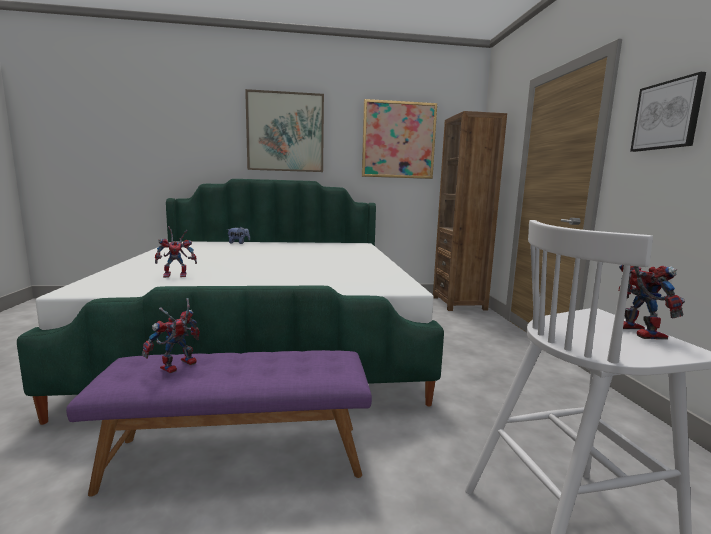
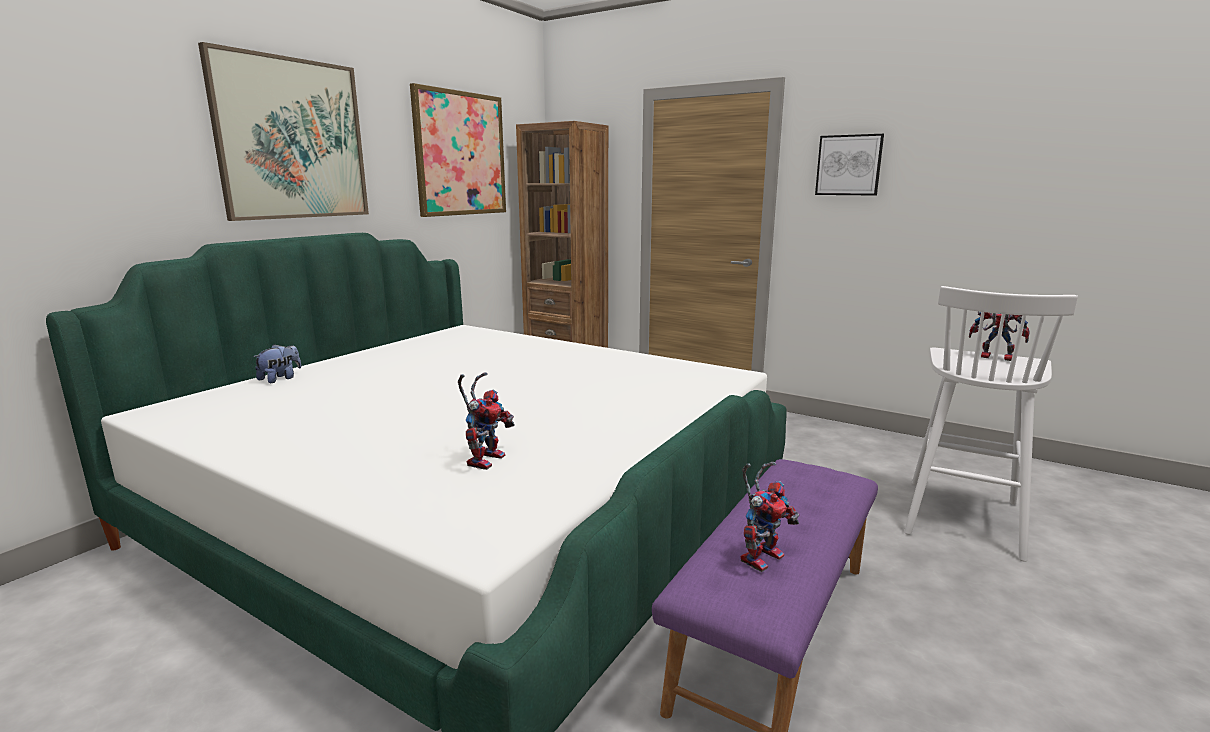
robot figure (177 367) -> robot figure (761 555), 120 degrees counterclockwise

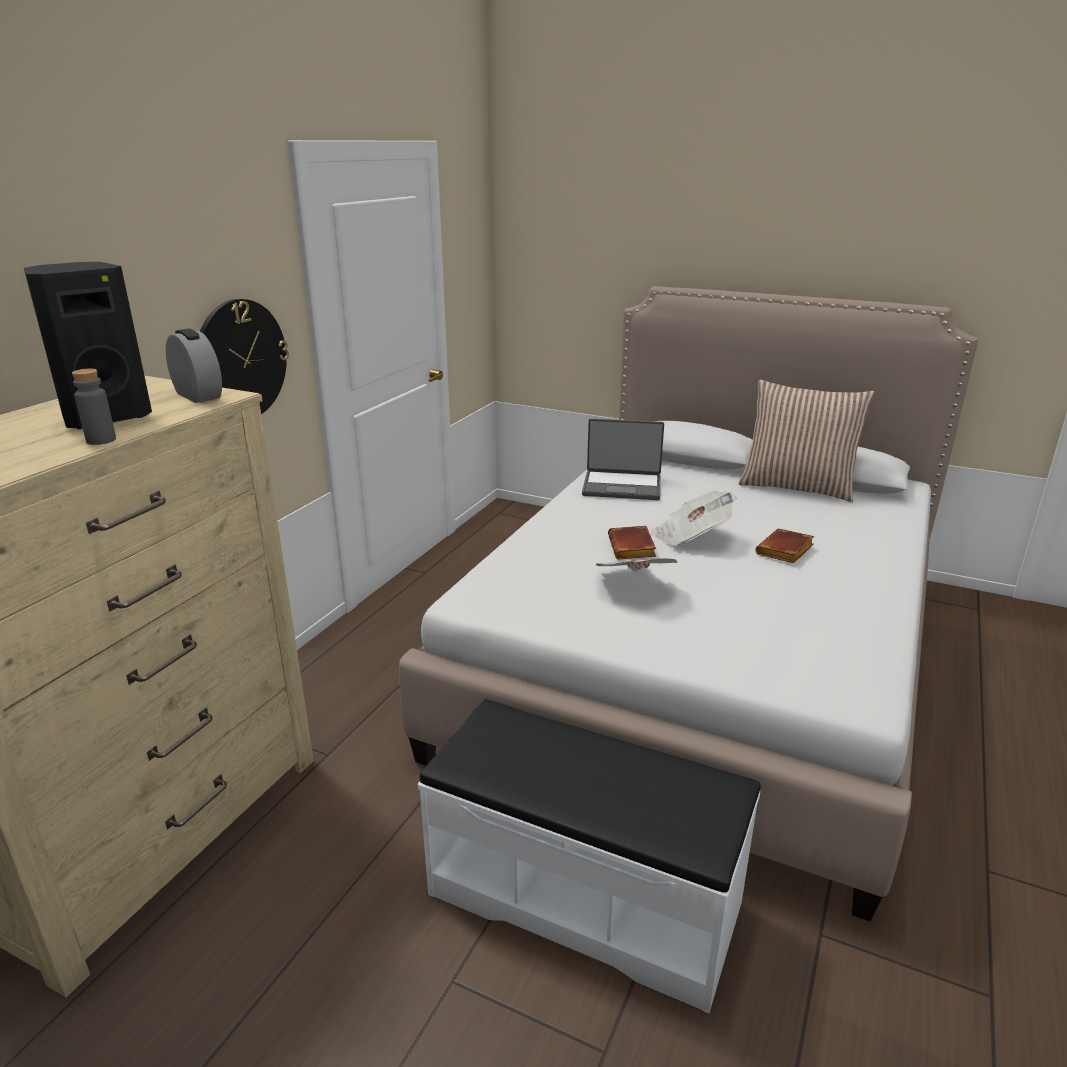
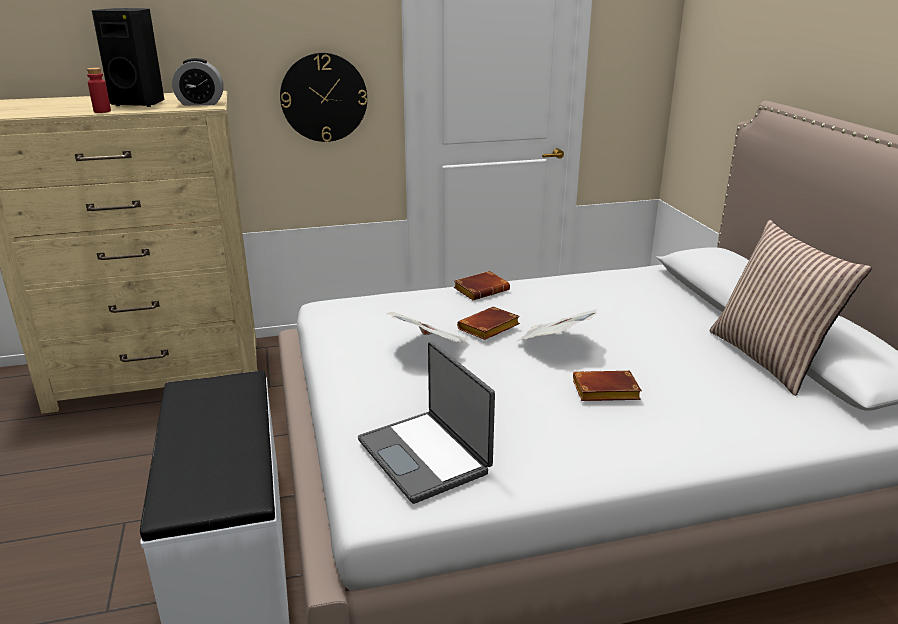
bottle (grey) (101 440) -> bottle (red-coloured) (102 111)
alarm clock (198 396) -> alarm clock (200 103), 75 degrees clockwise
laptop (622 486) -> laptop (425 456), moved
none -> book (brown) (481 289)

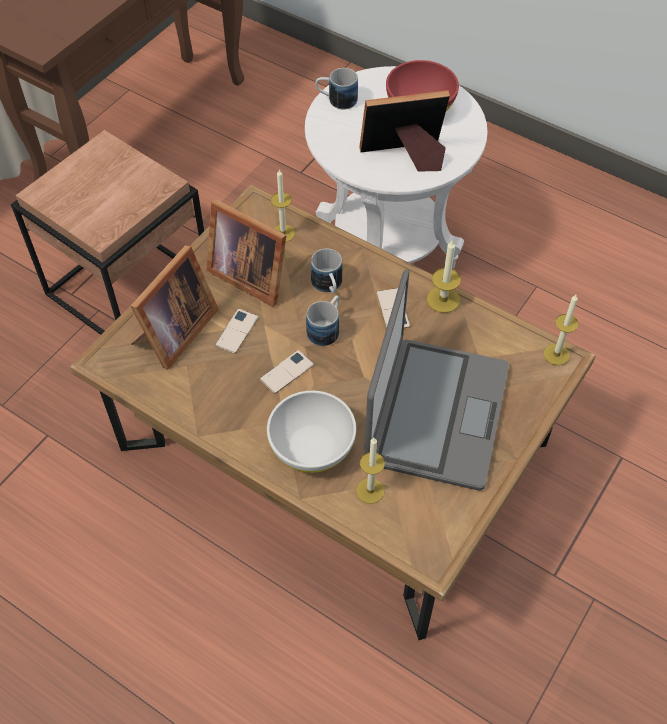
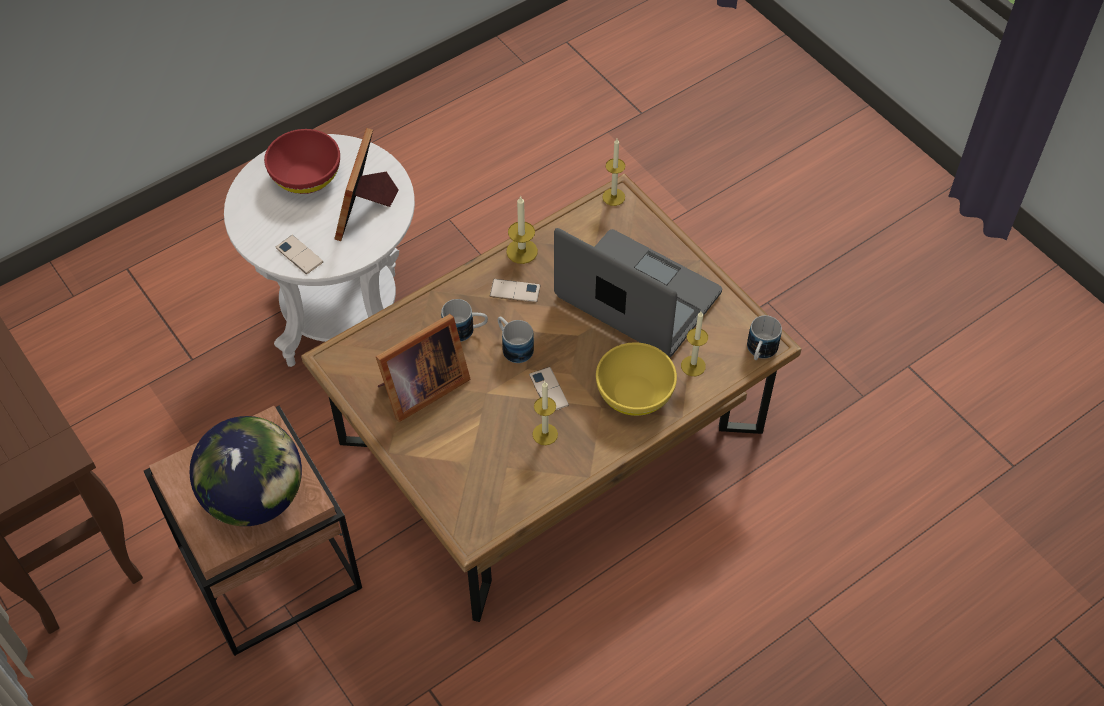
standing frame (173 333) -> none
handset (236 331) -> handset (299 255), moved
bowl (whitish) (312 446) -> bowl (yellow-coloured) (635 393)
wax candle (283 233) -> wax candle (545 434), moved
tea mug (336 100) -> tea mug (760 352), moved
none -> desk globe (255 497)

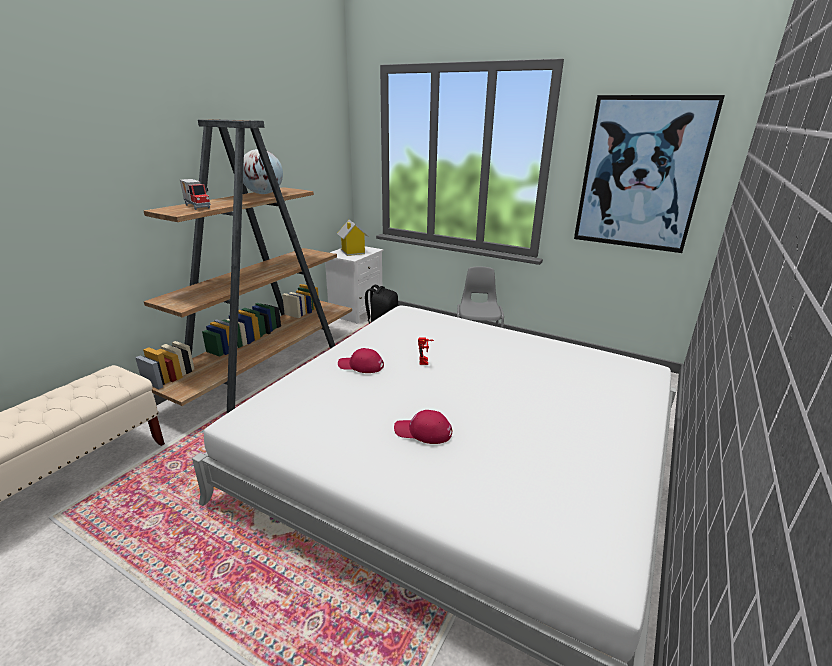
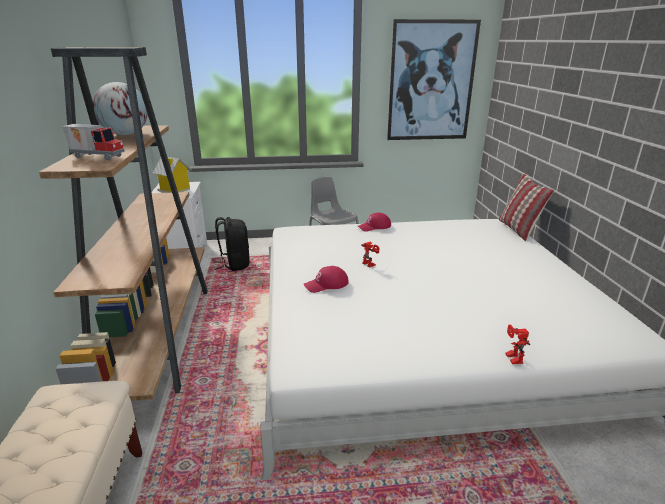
cap (red-coloured) (423 432) -> cap (red-coloured) (374 226), moved
none -> throw pillow (518 229)
none -> robot figure (511 357)

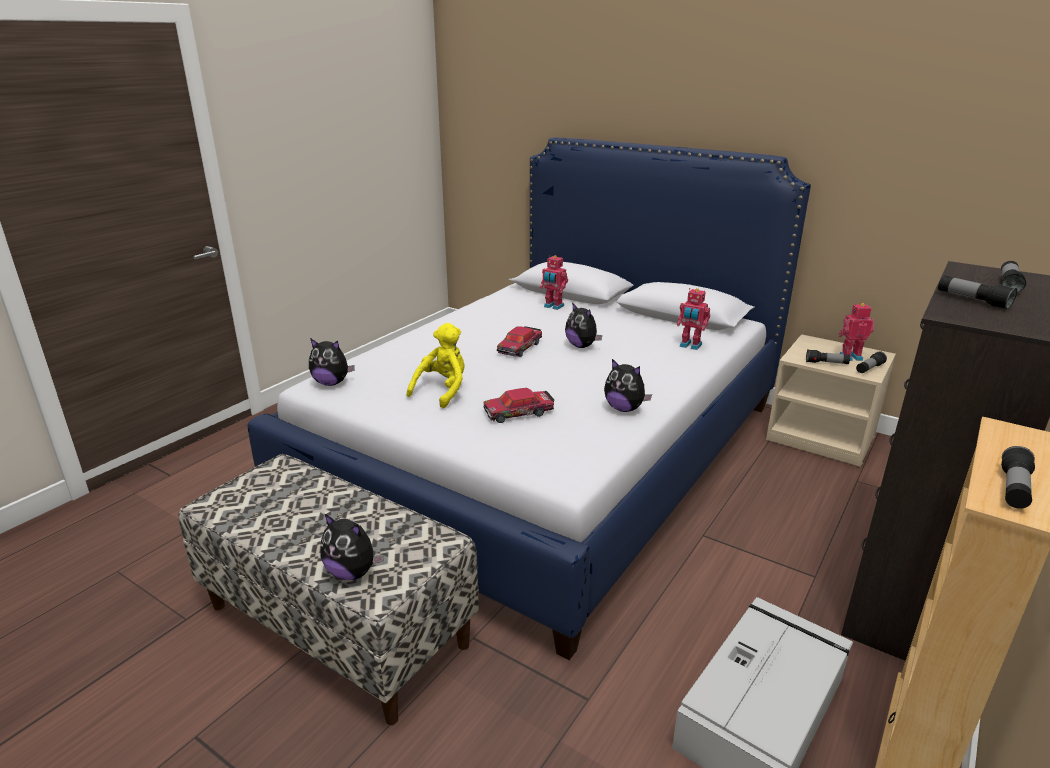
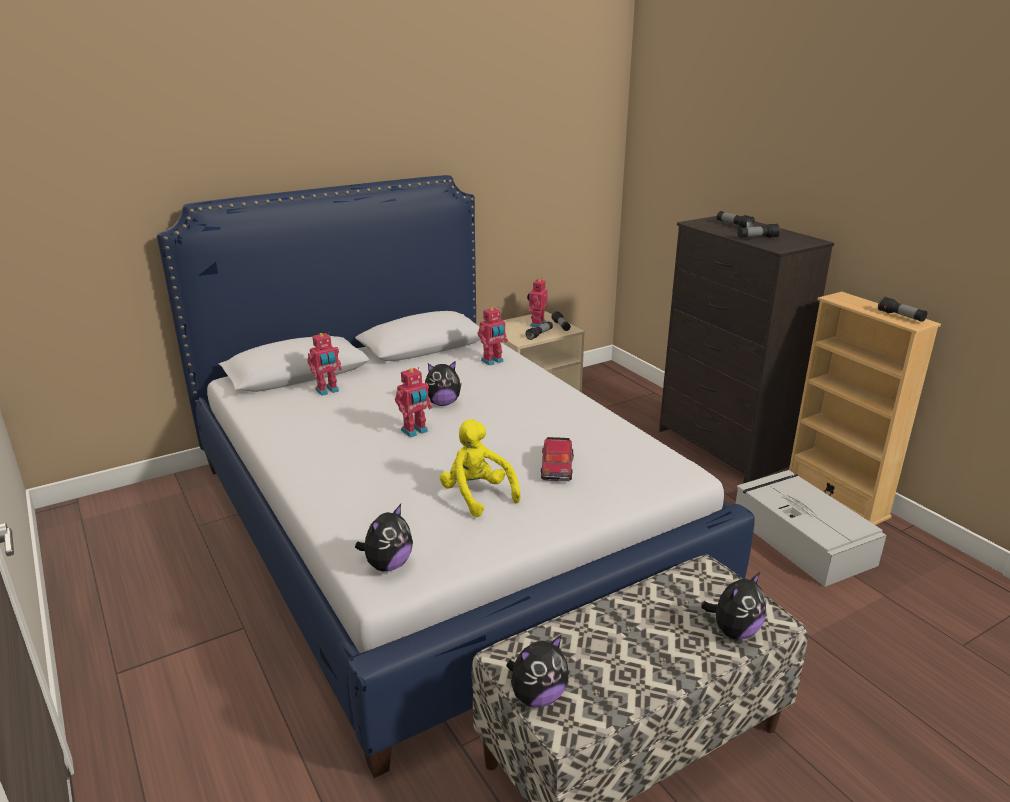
model car (520 347) -> robot figure (415 431)
plush toy (624 408) -> plush toy (537 696), moved

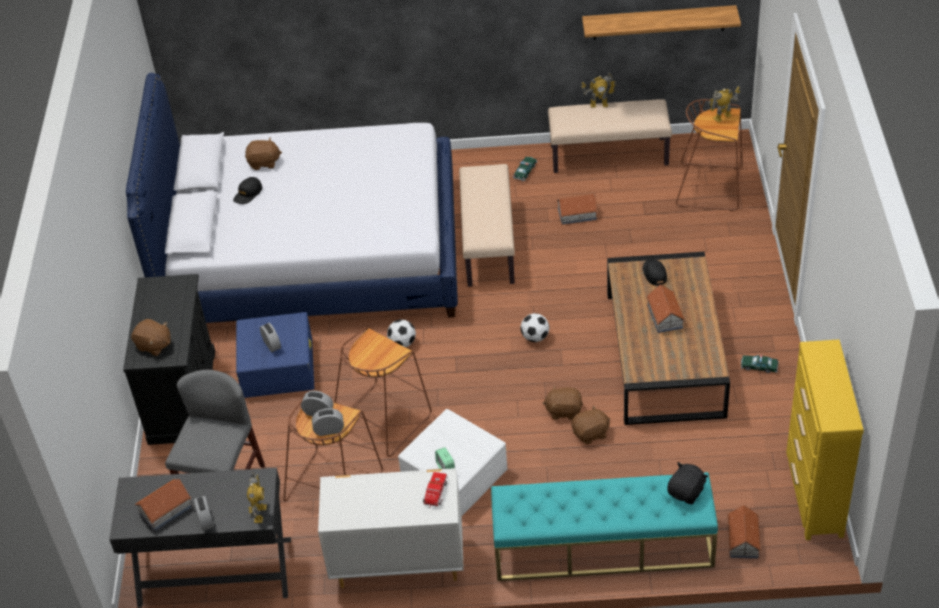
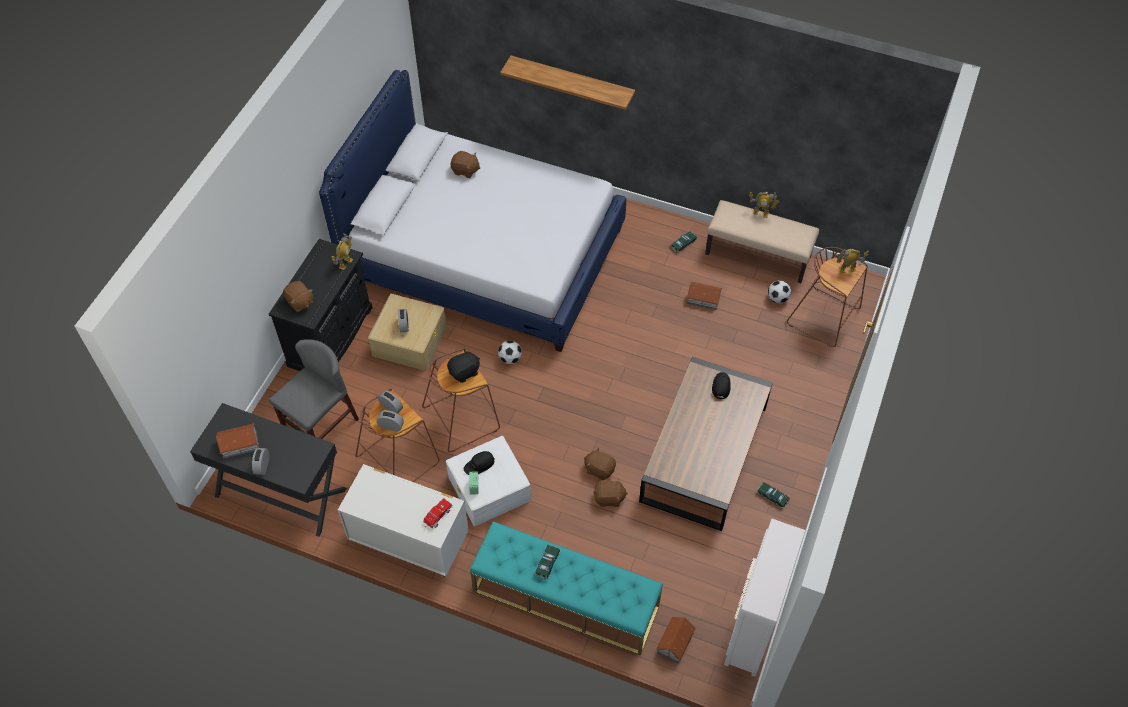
cap (blackish) (248 194) -> cap (blackish) (479 465), moved
storage container (bluish) (278 366) -> storage container (sand-coloured) (410 340)
robot figure (259 513) -> robot figure (345 263), moved
indoor bench (sand-coloured) (487 243) -> none
ball for football (535 337) -> ball for football (777 298), moved
wall shelf (658 22) -> wall shelf (572 81), moved
toy house (665 317) -> none
plush toy (blackish) (686 492) -> plush toy (blackish) (464 372), moved
dresser (yellow-coloured) (814 494) -> dresser (whitish) (753 628)
none -> model car (547 563)

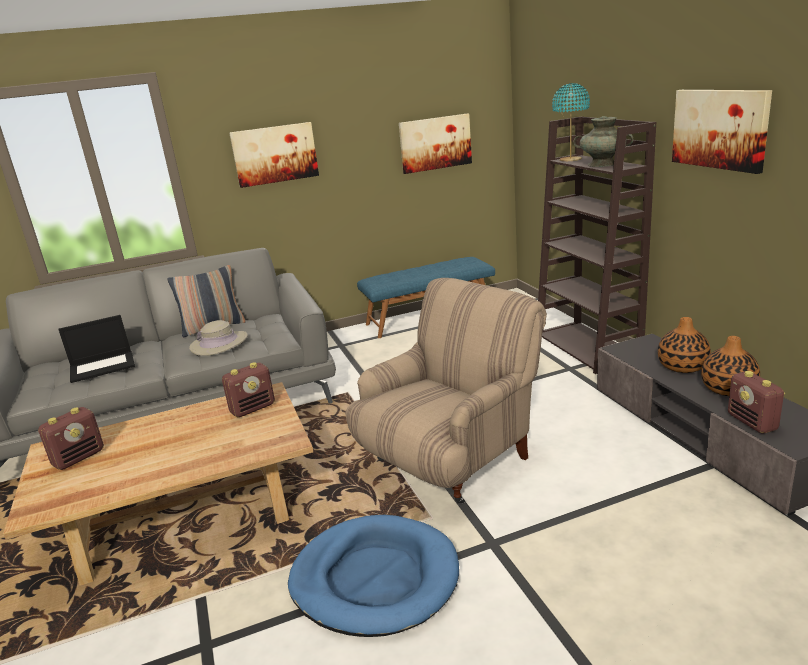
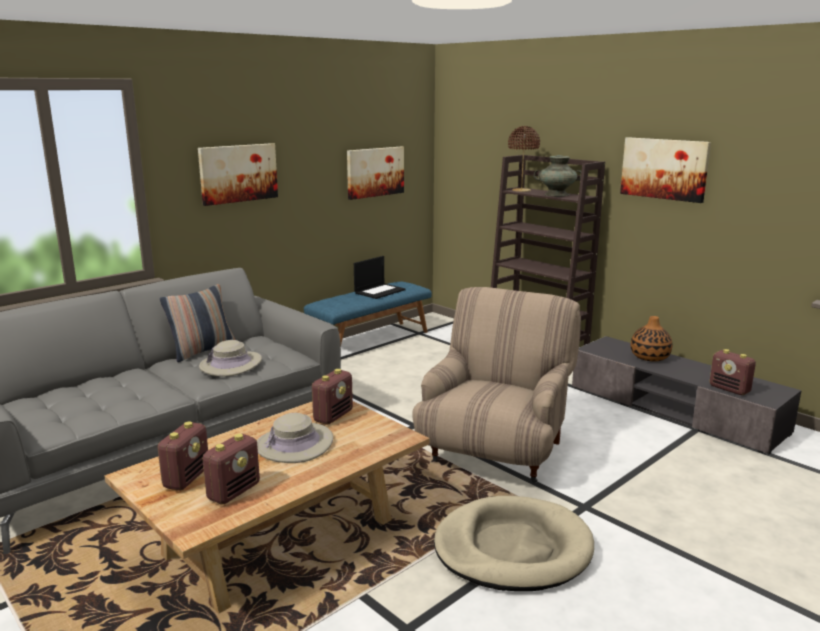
laptop (103 366) -> laptop (379 291), moved
pet bed (bluish) (375 578) -> pet bed (sand-coloured) (512 549)
table lamp (turquoise) (570 160) -> table lamp (brown) (521 191)
vase (728 389) -> none
none -> radio (234 491)
none -> hat (sand-coloured) (294 444)

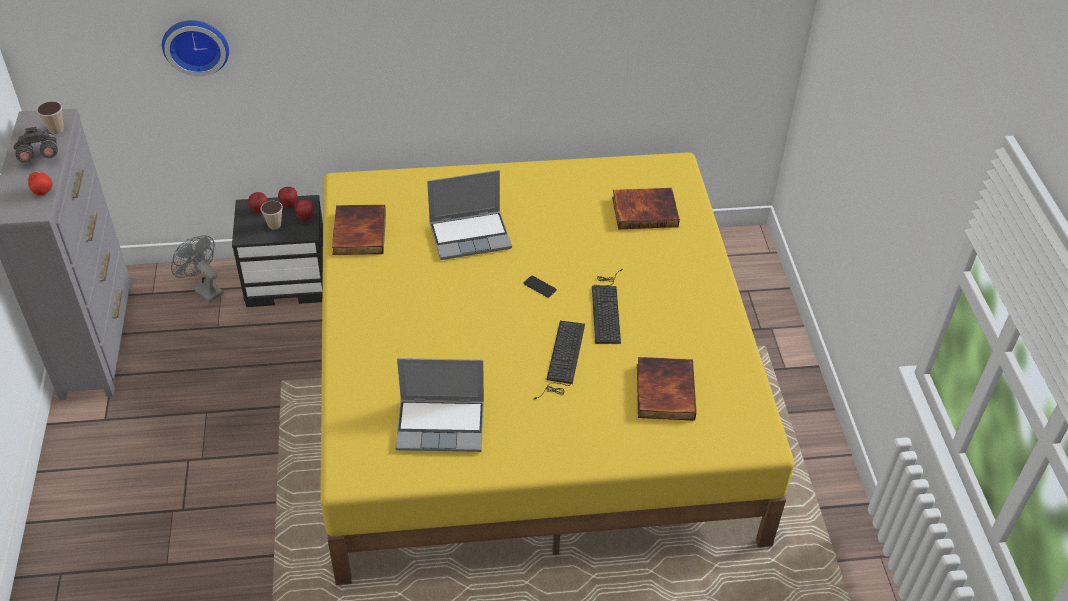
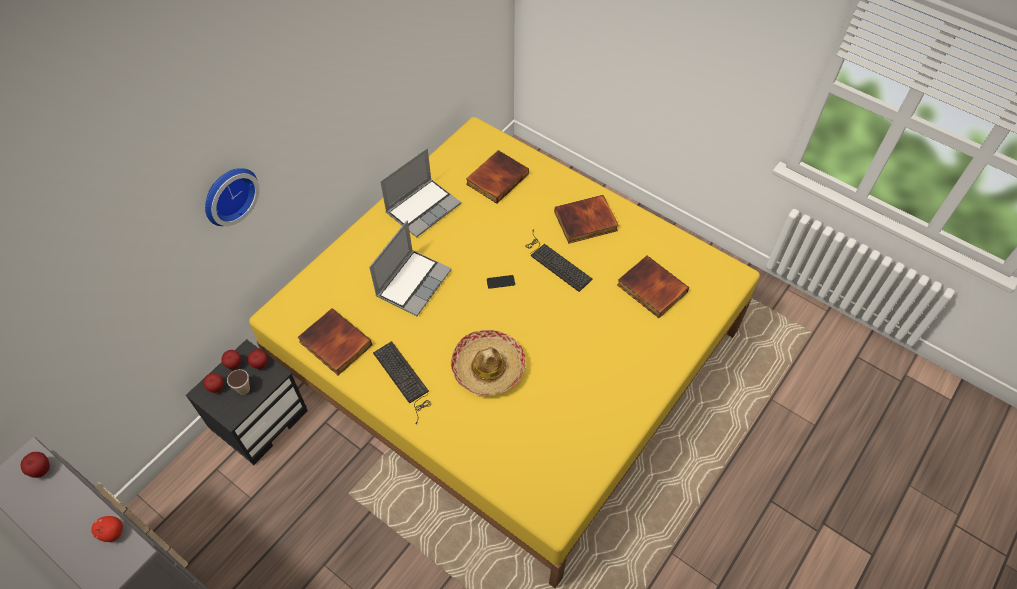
field glasses (grey) (39 156) -> none
small cup (56 129) -> apple fruit (42 470)
clock on the wall (196 45) -> clock on the wall (228 194), moved
electric fan (grey) (204 289) -> none
laptop (442 425) -> laptop (423 208), moved
keyboard (562 360) -> keyboard (404 379), moved
none -> hat (488 367)
none -> book (585 222)

